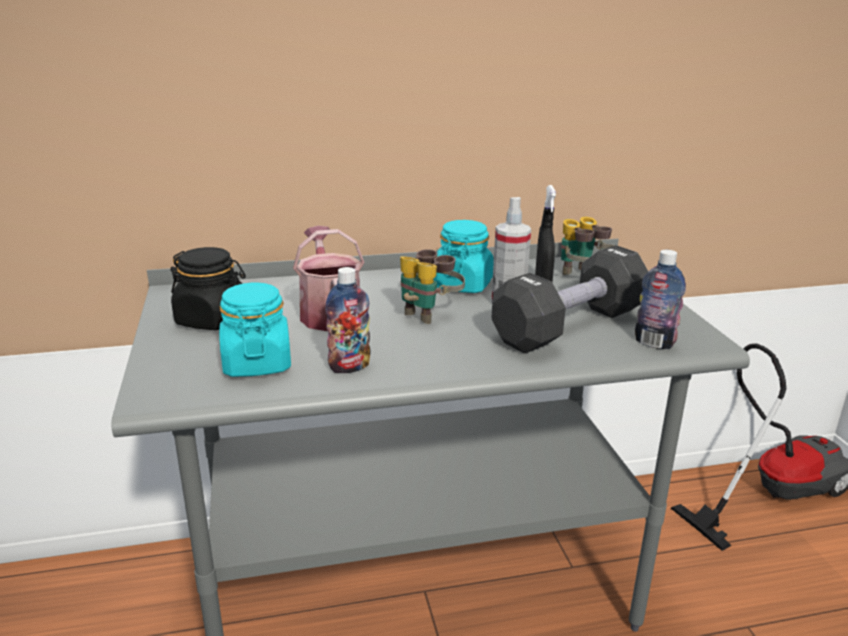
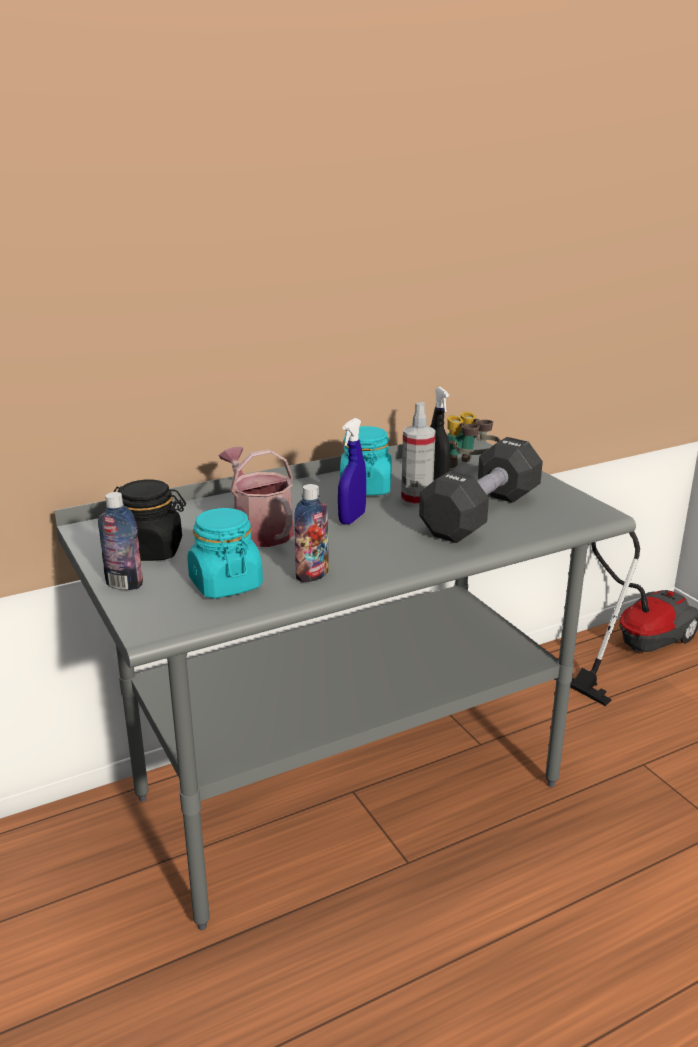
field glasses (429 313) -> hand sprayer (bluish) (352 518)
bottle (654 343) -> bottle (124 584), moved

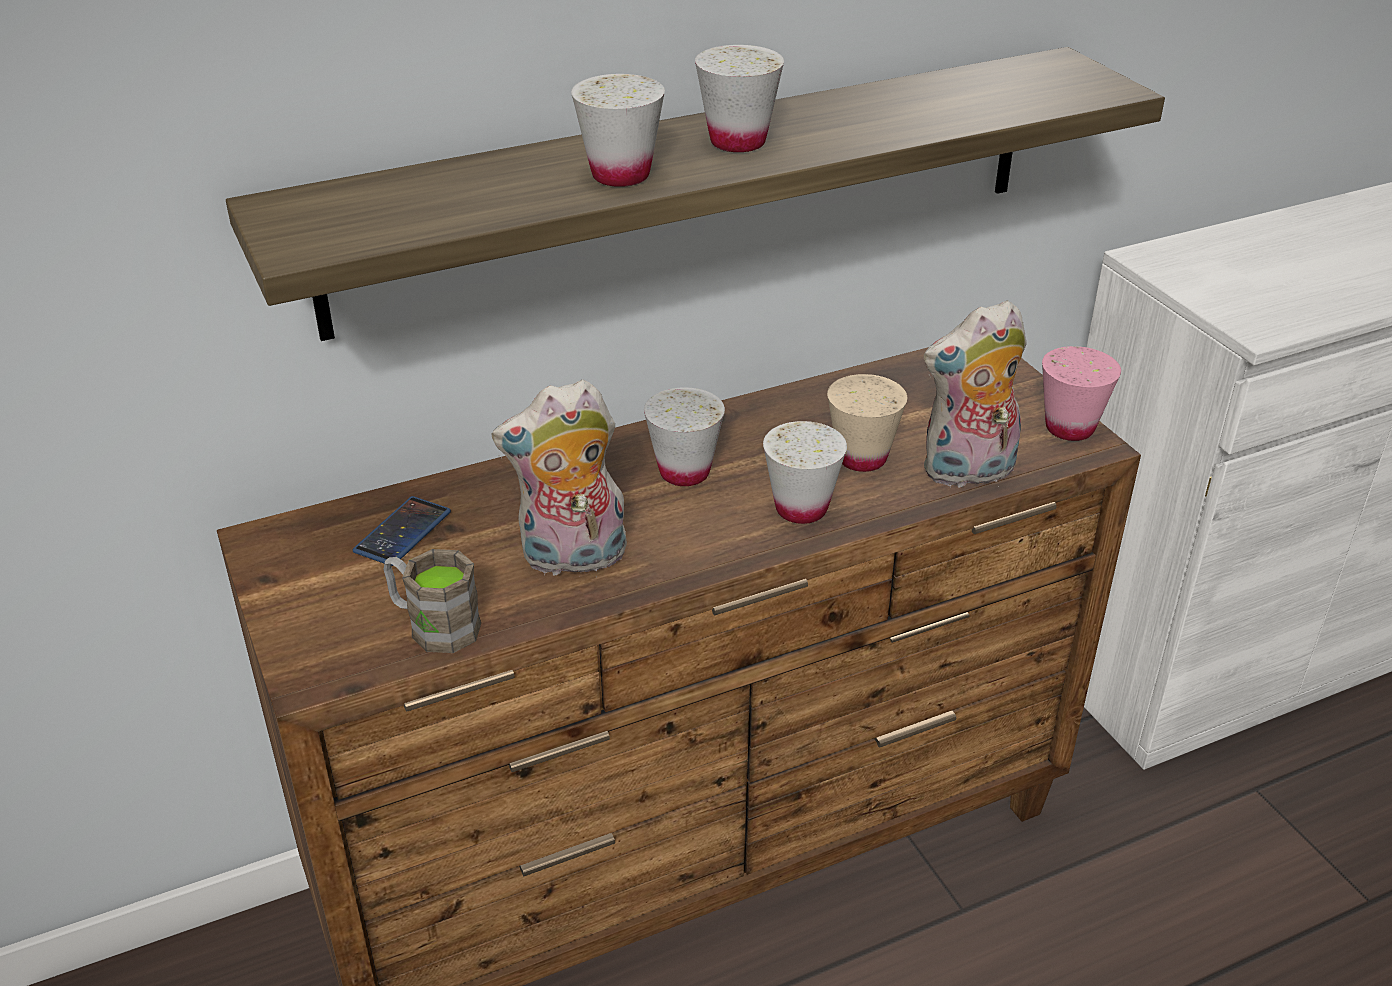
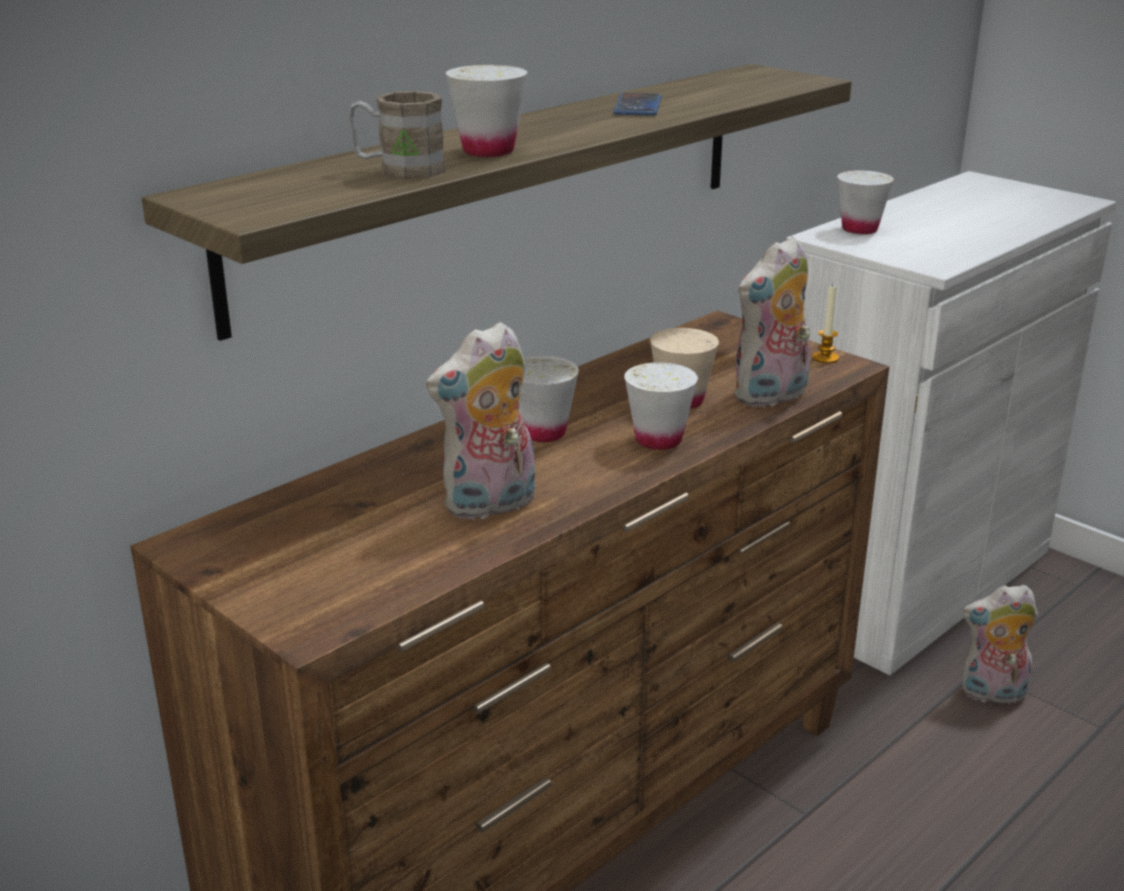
handset (402 532) -> handset (637 106), moved
tea mug (brown) (433 625) -> tea mug (brown) (398 170), moved
small cup (whitish) (737 142) -> small cup (whitish) (859 229), moved
small cup (pinkish) (1069 428) -> wax candle (825 358)
none -> plush toy (992 694)

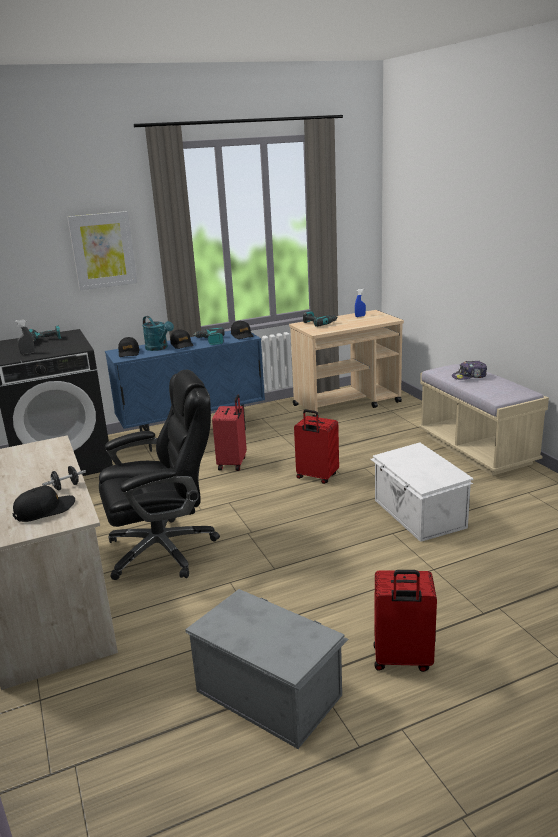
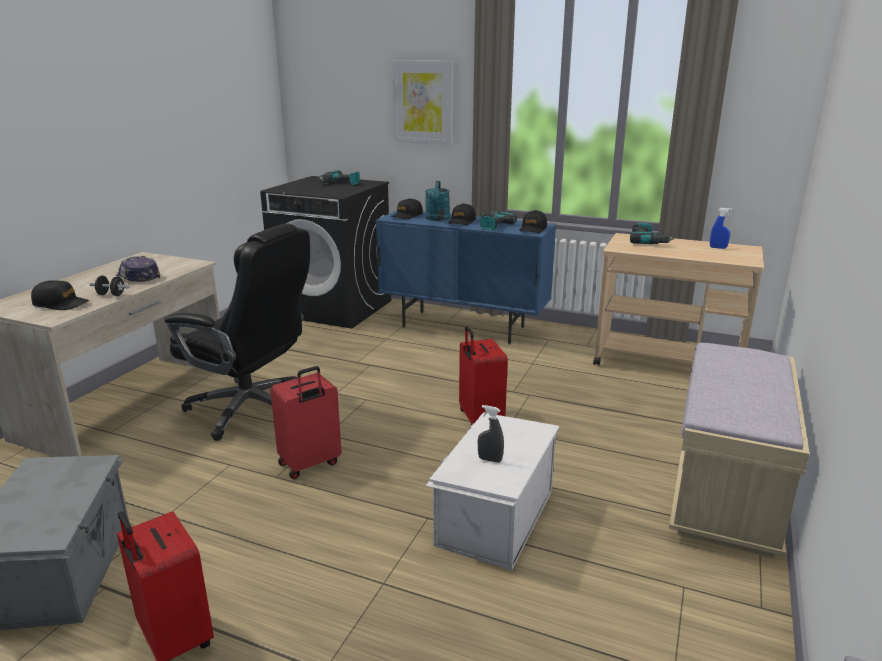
hand sprayer (grey) (27 353) -> hand sprayer (grey) (490 460), moved
suitcase (red-coloured) (233 463) -> suitcase (red-coloured) (310 464), moved
cap (469 376) -> cap (138 277), moved

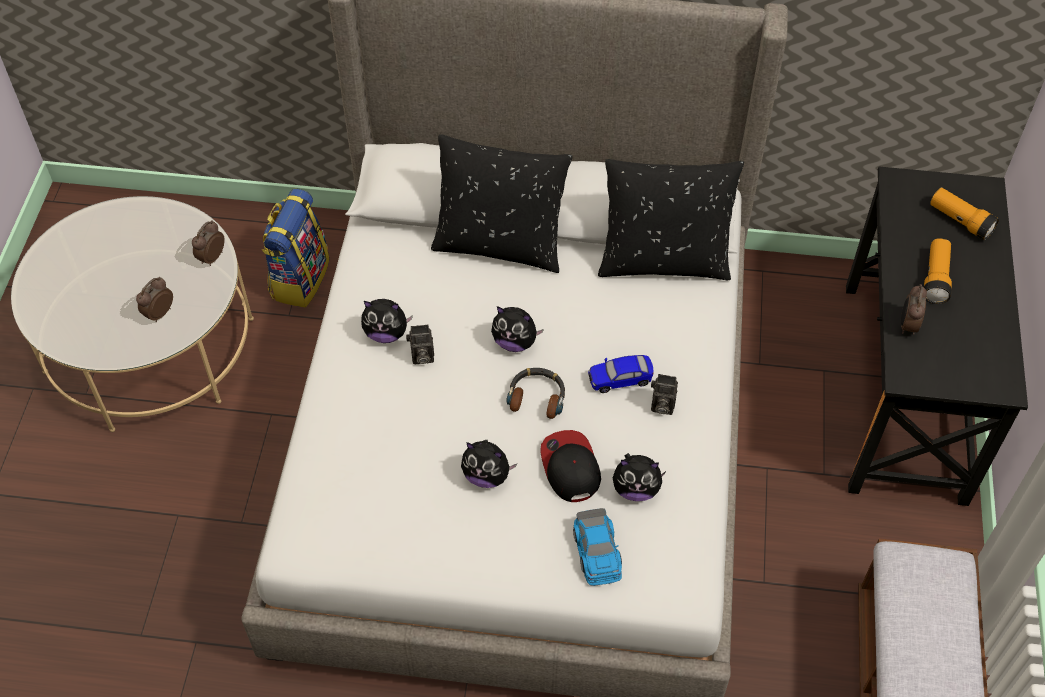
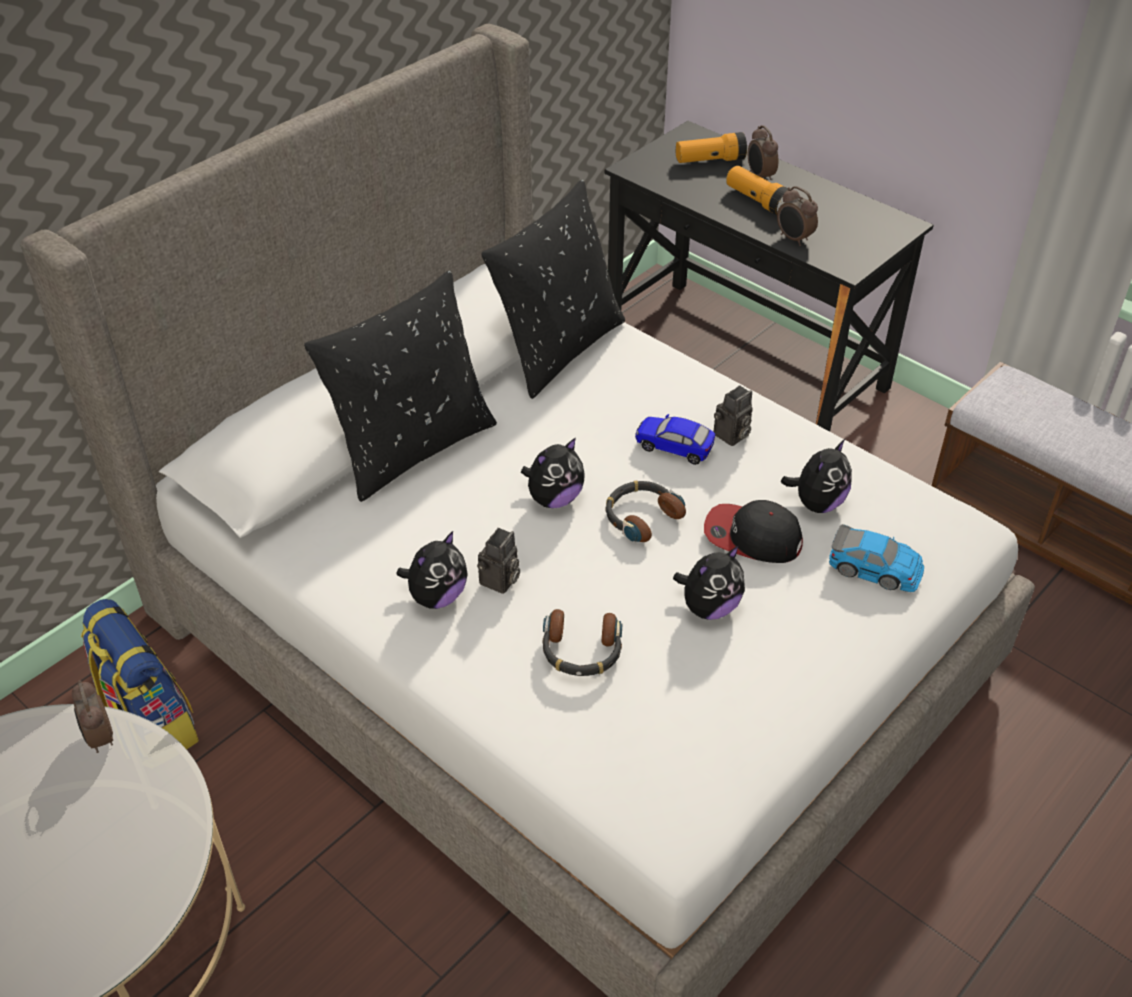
alarm clock (158 313) -> alarm clock (759 177), moved
model car (620 379) -> model car (674 448), 90 degrees clockwise
none -> pair of headphones (581 651)

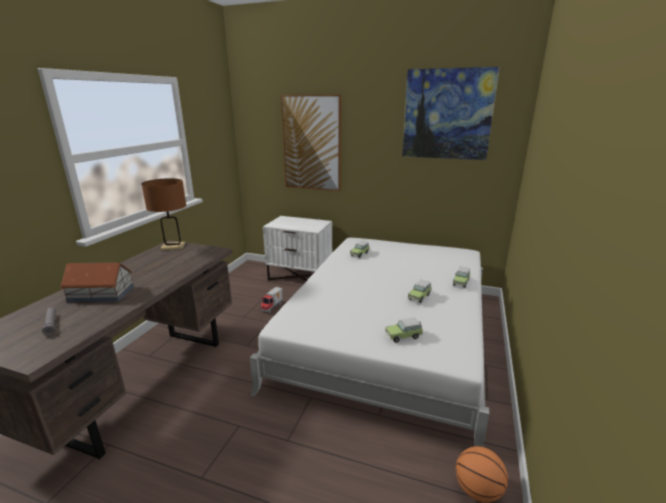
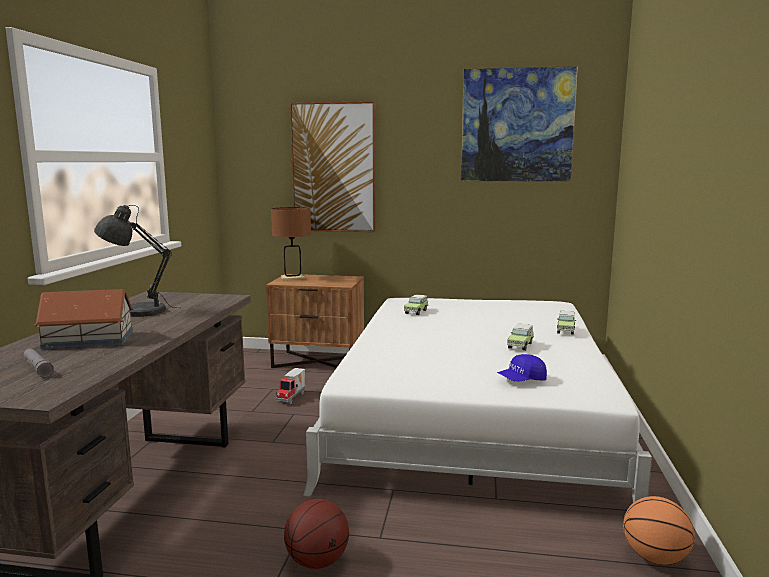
table lamp (brown) (173 246) -> table lamp (brown) (293 278), moved
night table (whitish) (300 276) -> night table (brown) (318 361)
model car (404 336) -> cap (bluish) (521 380)
none -> table lamp (grey) (138 311)
none -> basketball (317 561)

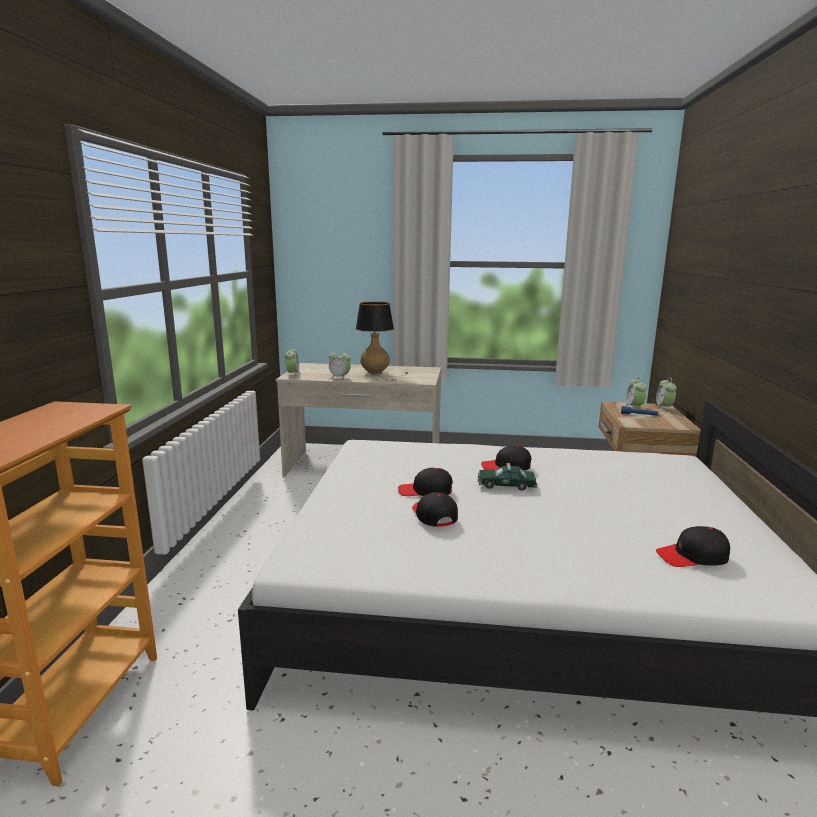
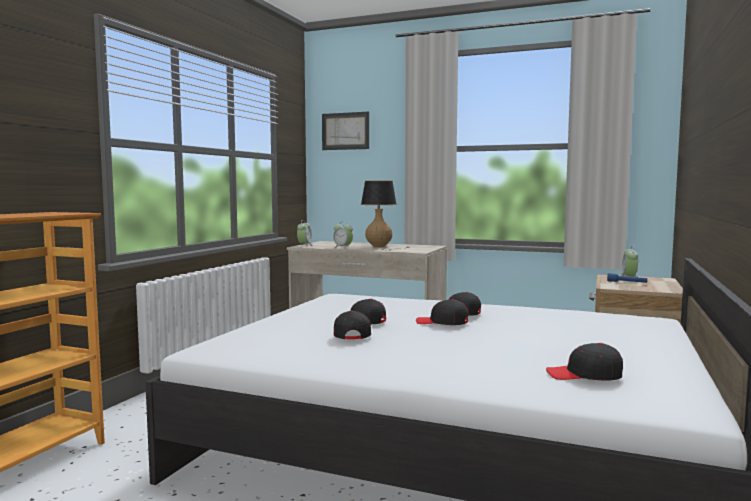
model car (506 485) -> cap (blackish) (442 323)
alarm clock (664 408) -> none
none -> picture (345 131)

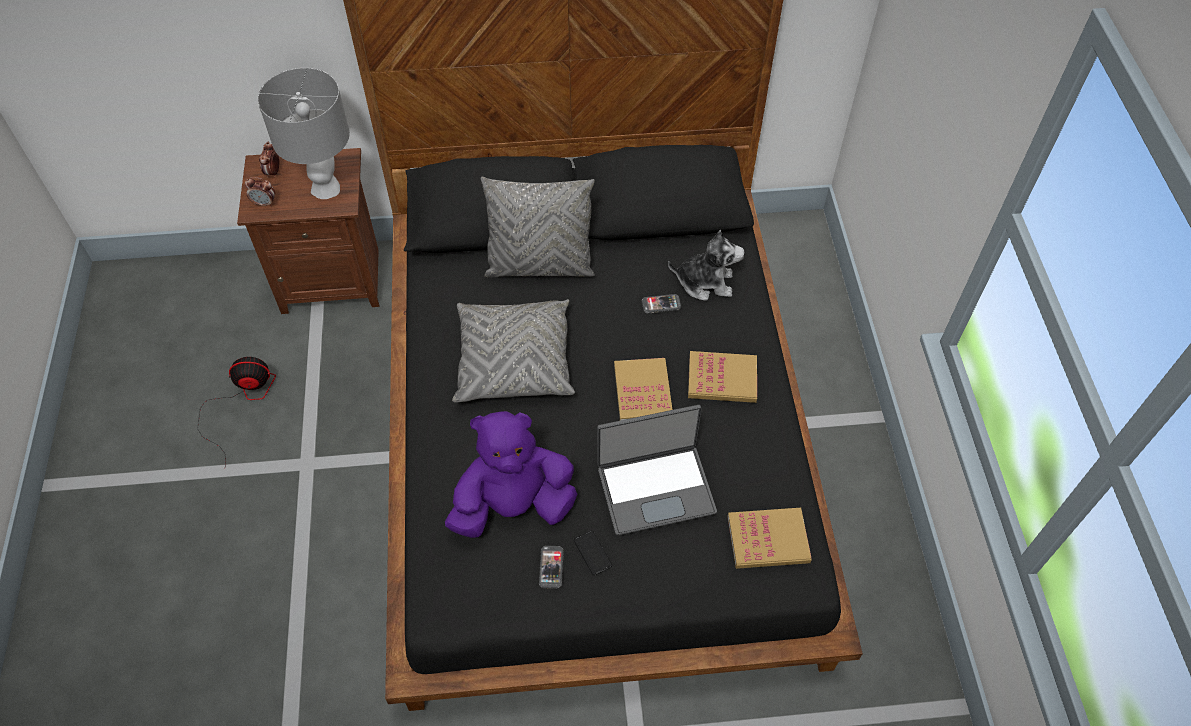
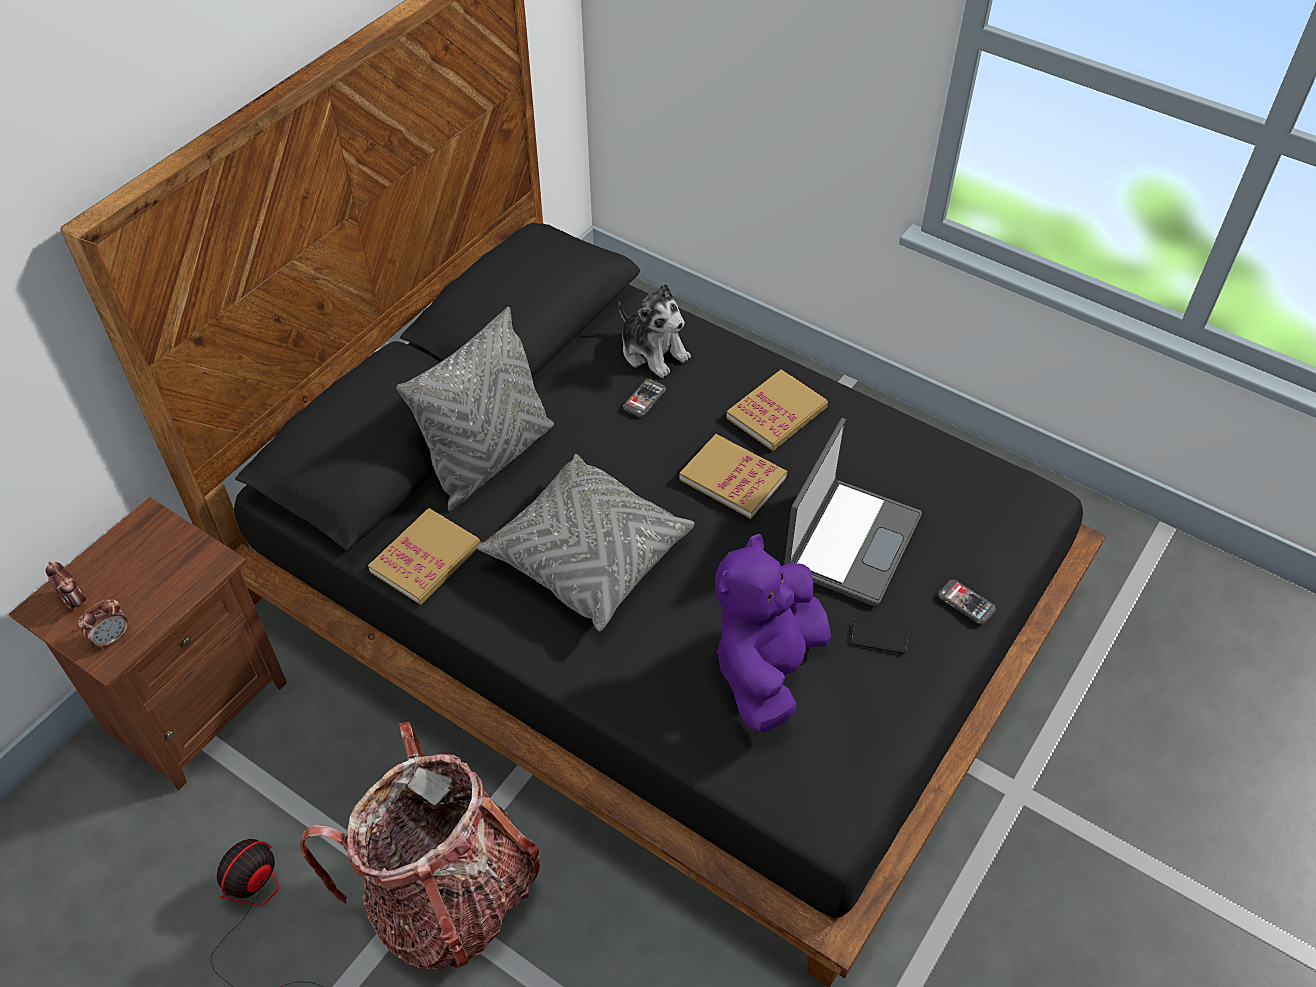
table lamp (grey) (326 187) -> none
handset (551 567) -> handset (966 603), moved
plush toy (705 282) -> plush toy (653 352), 90 degrees clockwise
book (768 540) -> book (426 559), moved
none -> backpack (448 895)

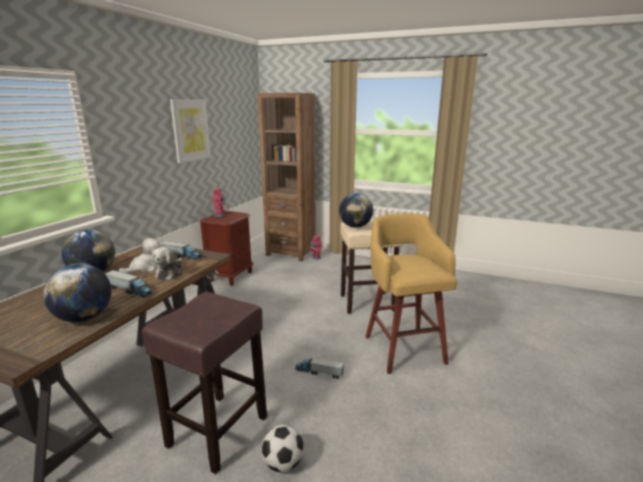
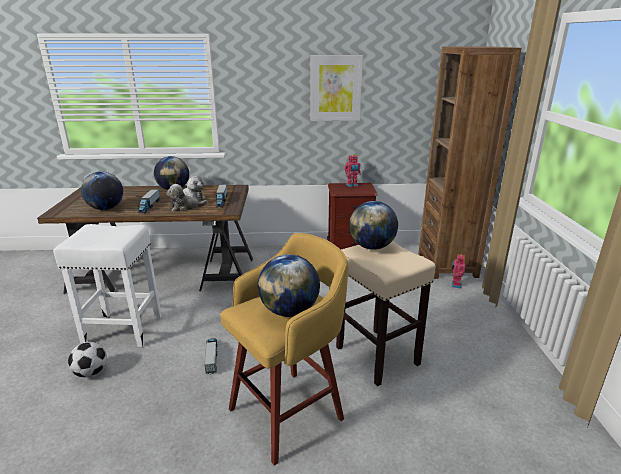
sitting stool (brown) (217 432) -> sitting stool (whitish) (121 330)
none -> desk globe (289 311)

